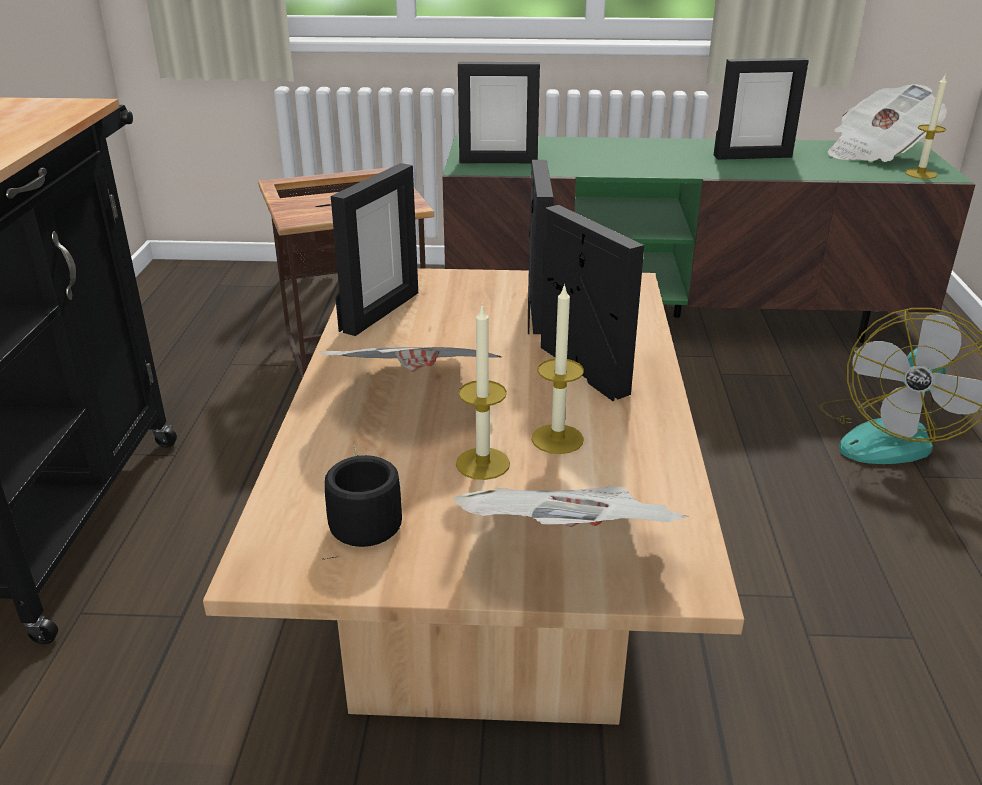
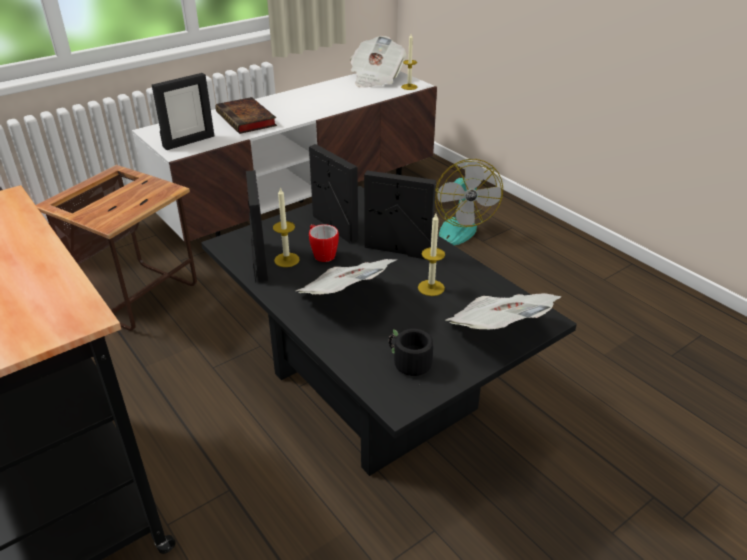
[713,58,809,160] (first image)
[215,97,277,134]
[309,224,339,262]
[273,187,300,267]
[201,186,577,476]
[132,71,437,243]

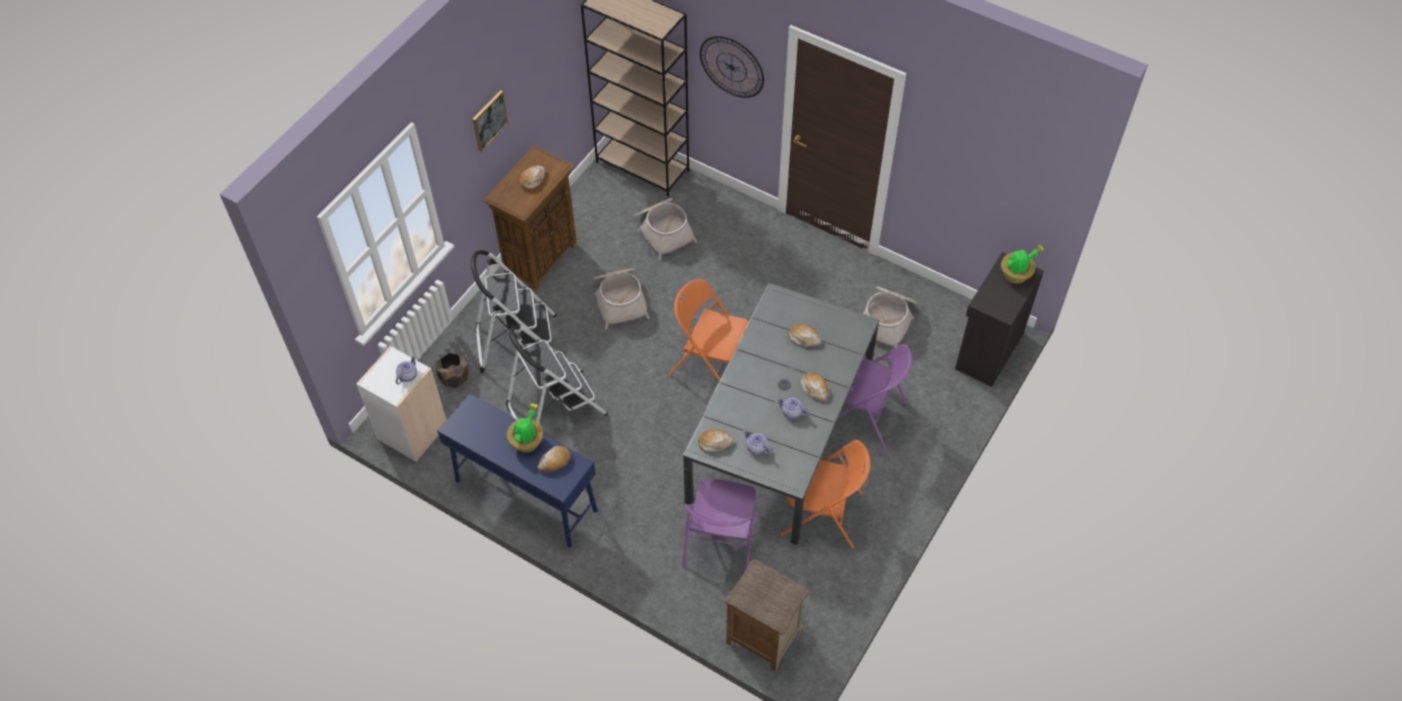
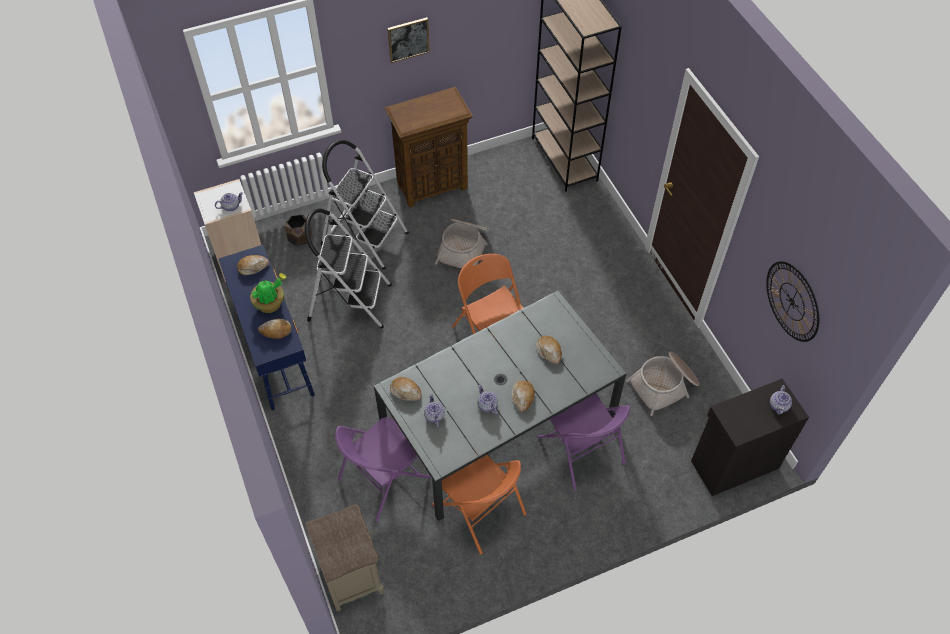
[634,198,697,260] (first image)
[237,255,269,275]
[766,261,819,342]
[770,385,792,415]

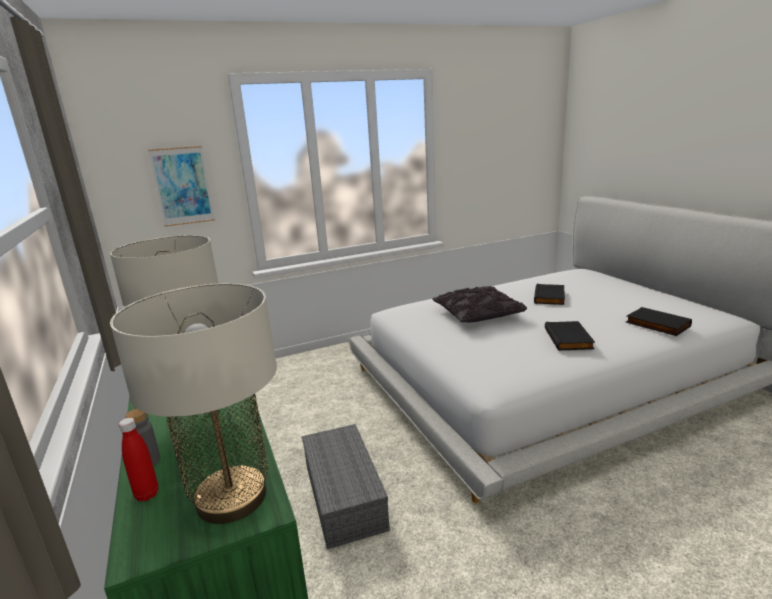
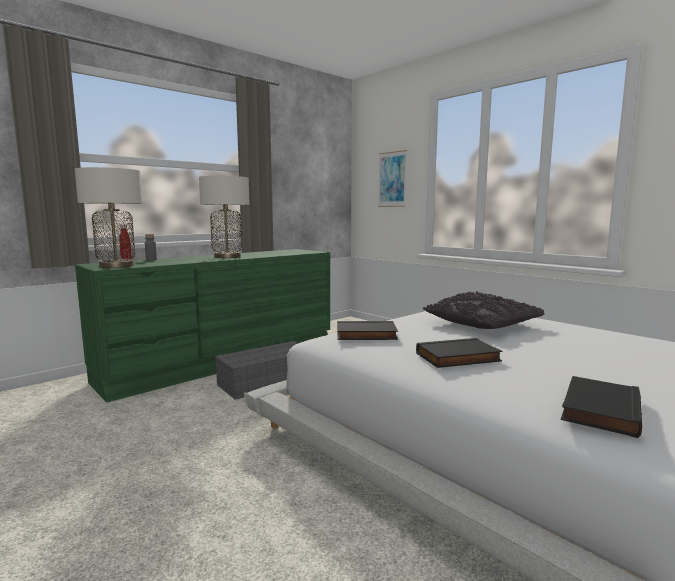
[337,321,398,340]

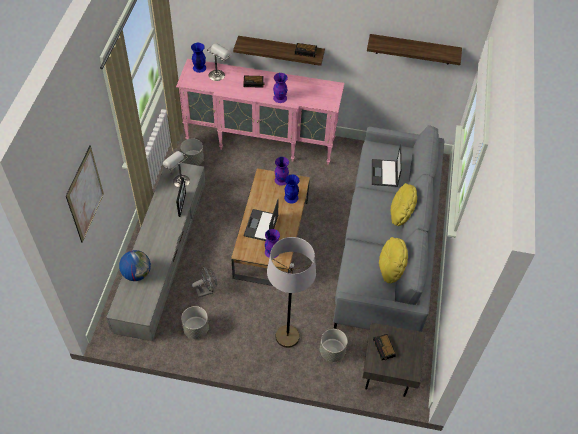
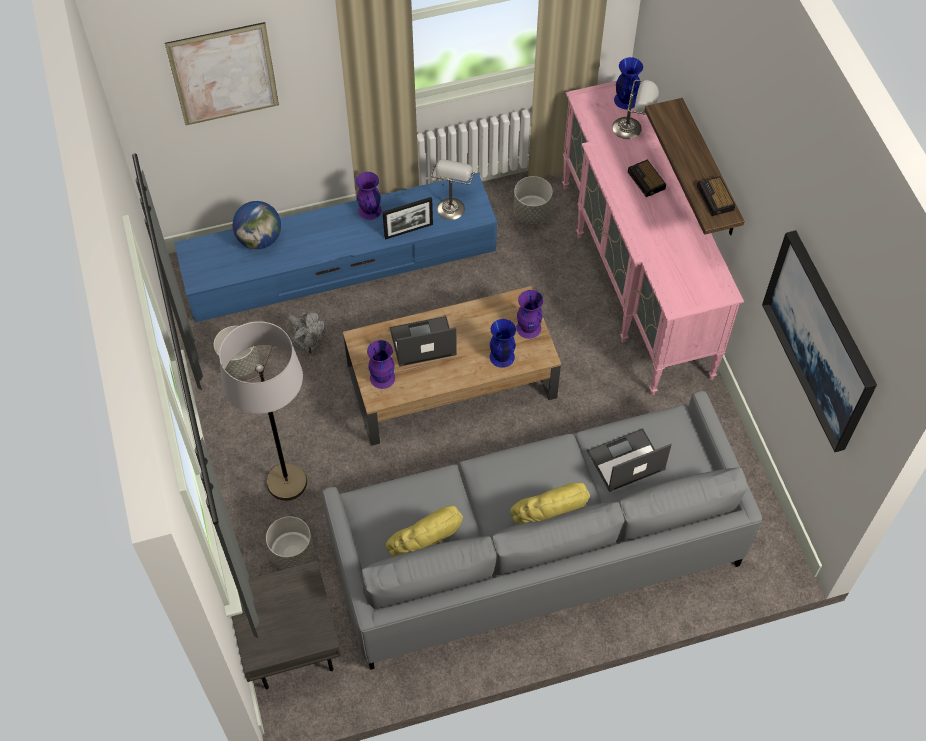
[373,334,396,360] (first image)
[356,172,382,220]
[762,230,877,452]
[174,173,498,322]

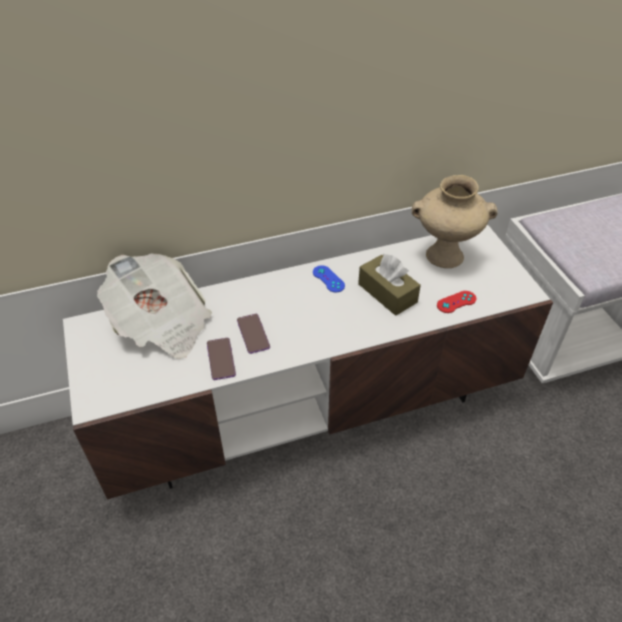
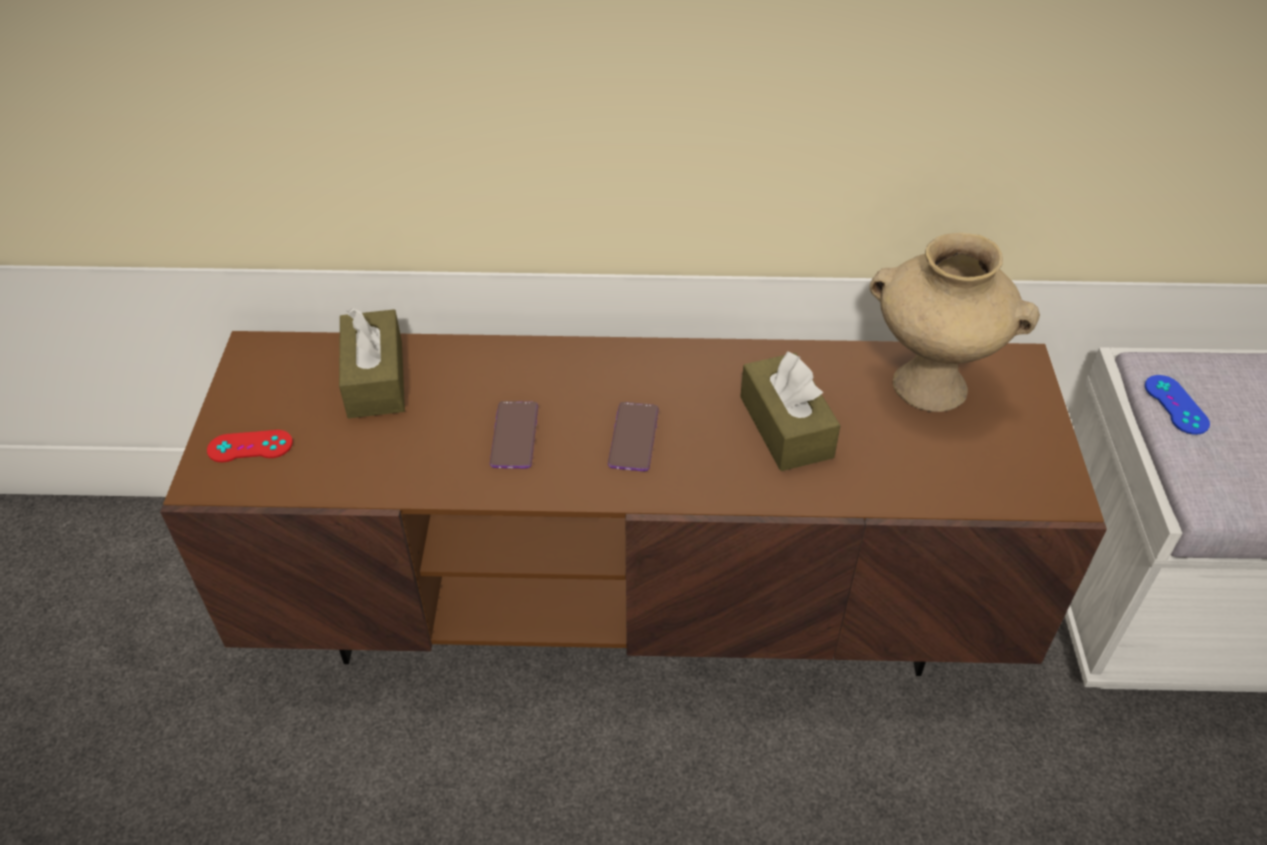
[608,402,659,471]
[1145,375,1210,435]
[207,430,293,462]
[339,308,405,418]
[160,331,1107,676]

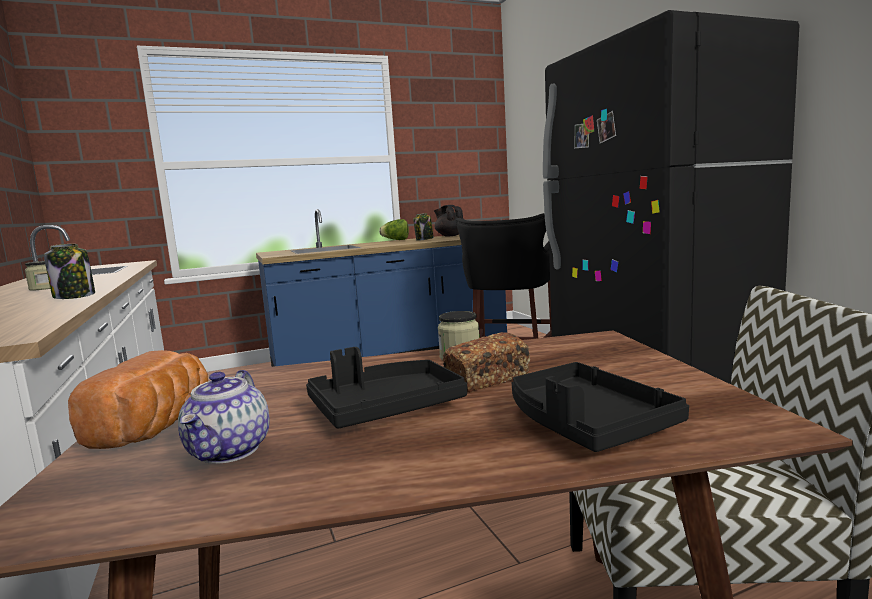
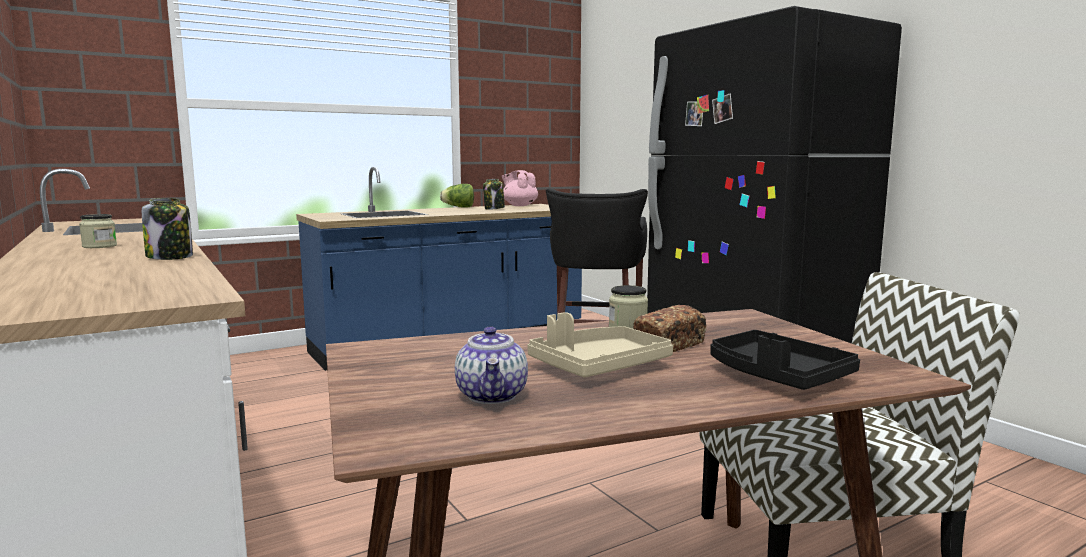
[68,350,208,449] (first image)
[527,312,673,378]
[502,170,538,206]

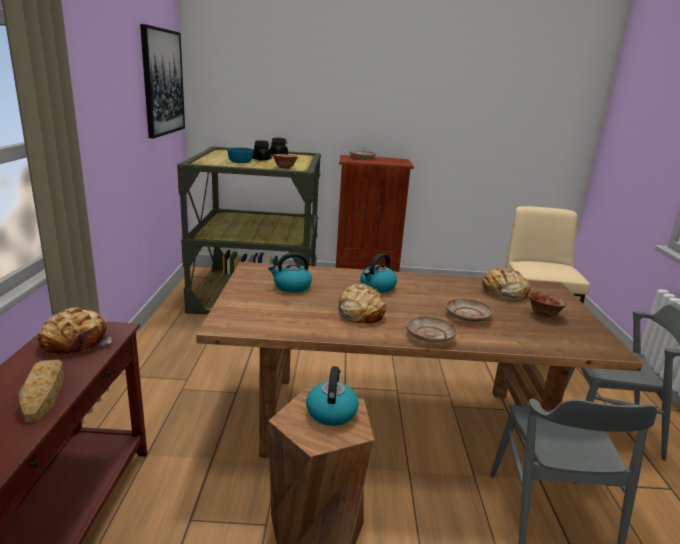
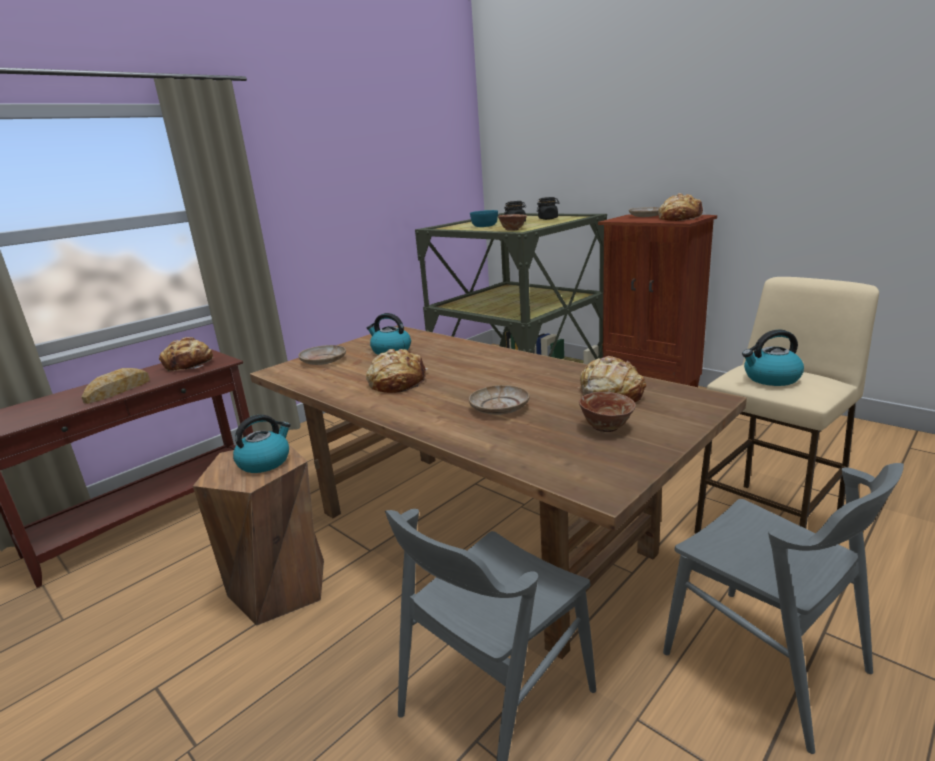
[140,24,185,139] (first image)
[658,193,706,221]
[742,330,804,386]
[298,345,346,365]

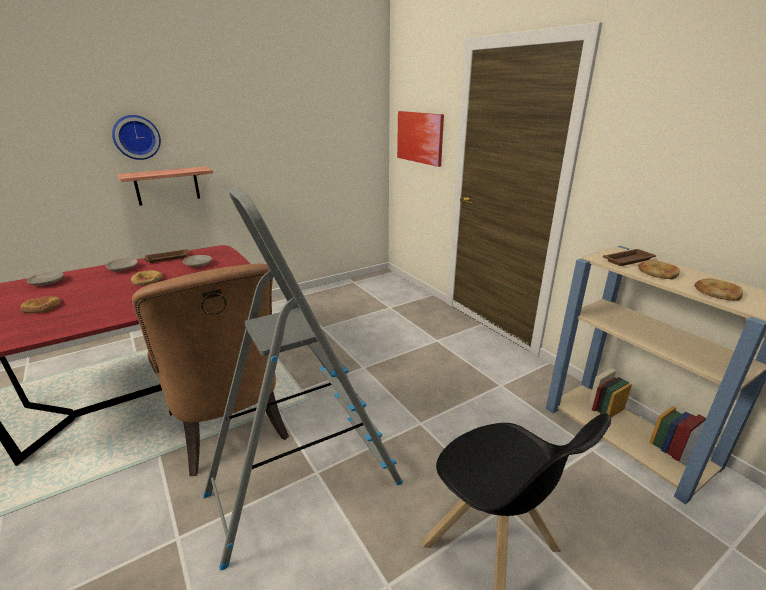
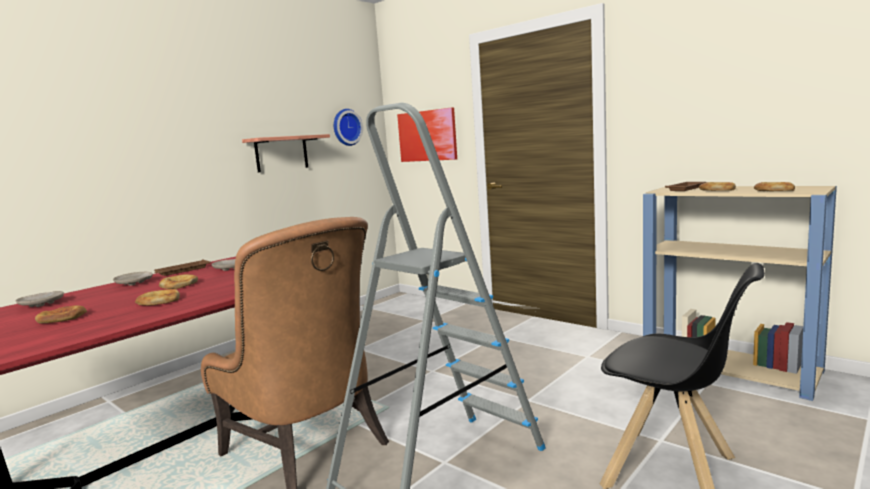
[135,289,180,305]
[334,109,363,146]
[242,134,330,172]

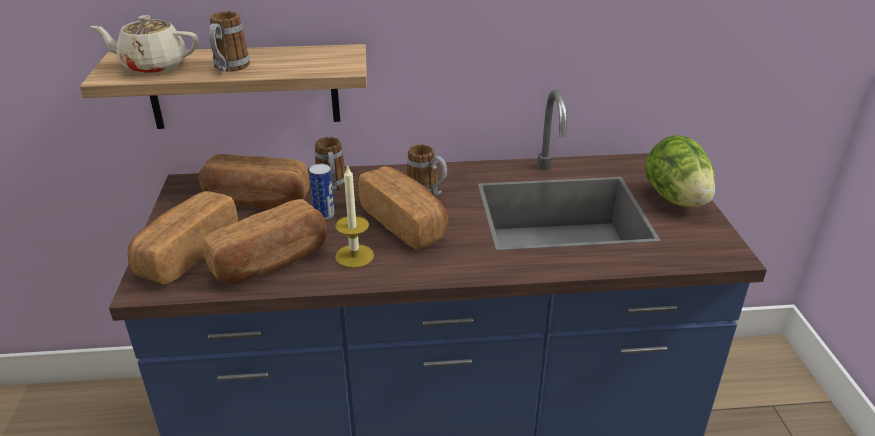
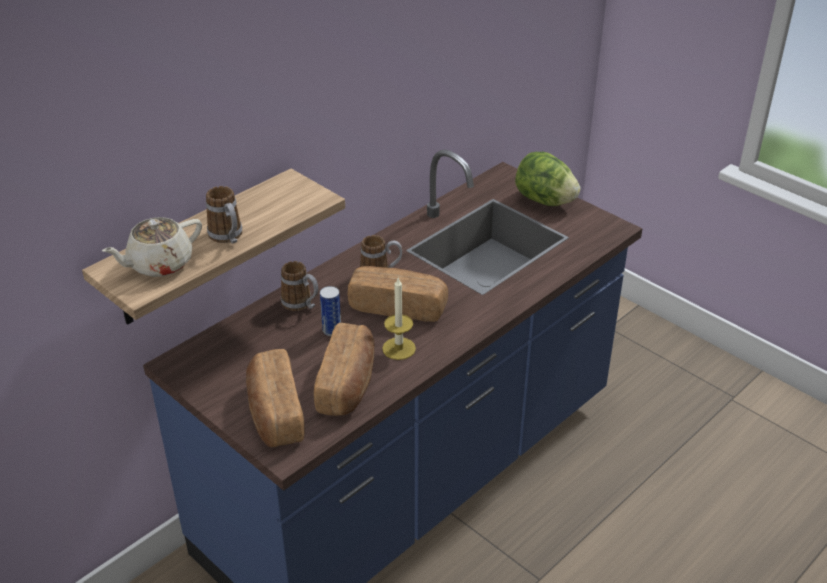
[199,154,310,209] (first image)

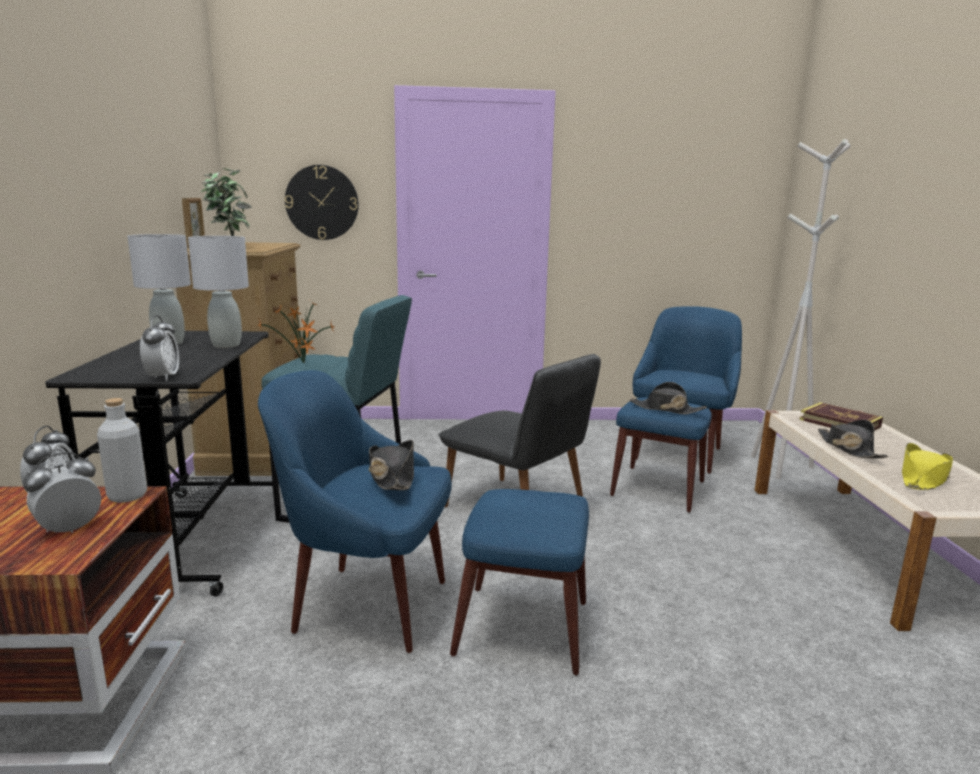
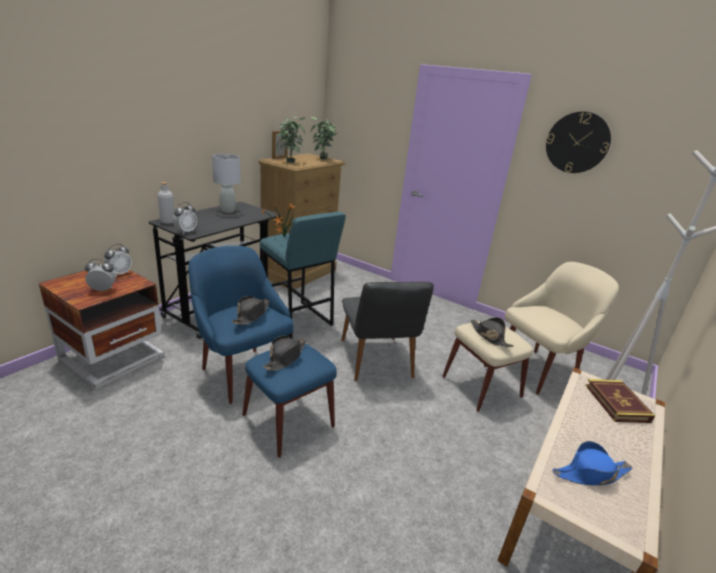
[188,236,249,348] (first image)
[311,117,337,159]
[158,182,175,224]
[546,112,611,173]
[264,335,306,370]
[443,262,619,412]
[552,441,633,485]

